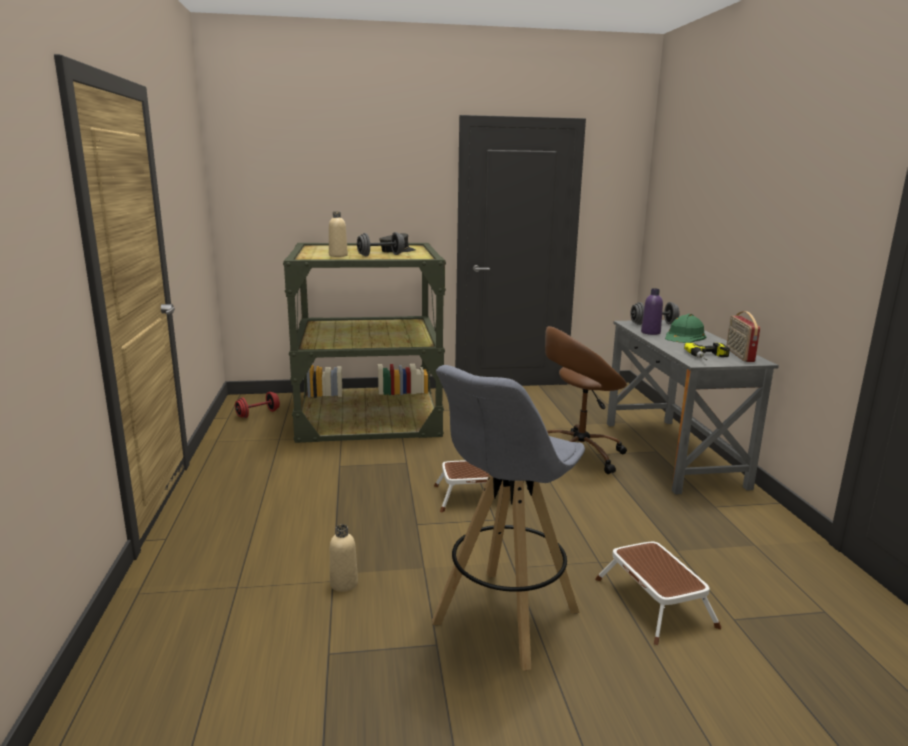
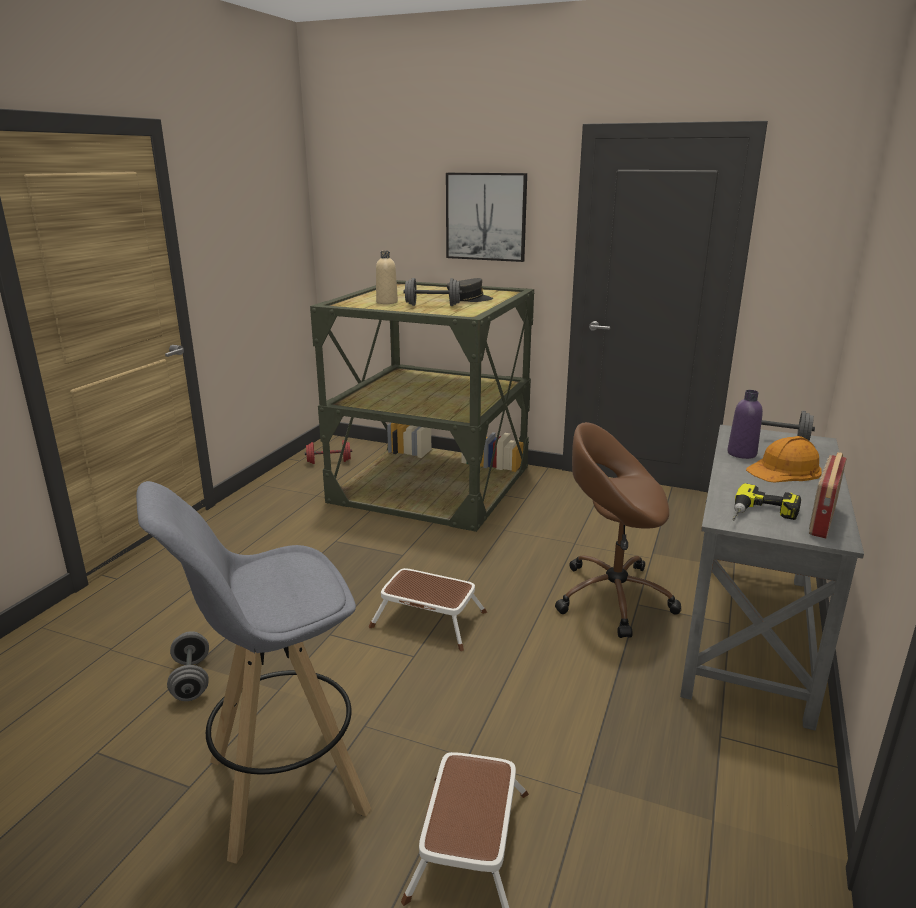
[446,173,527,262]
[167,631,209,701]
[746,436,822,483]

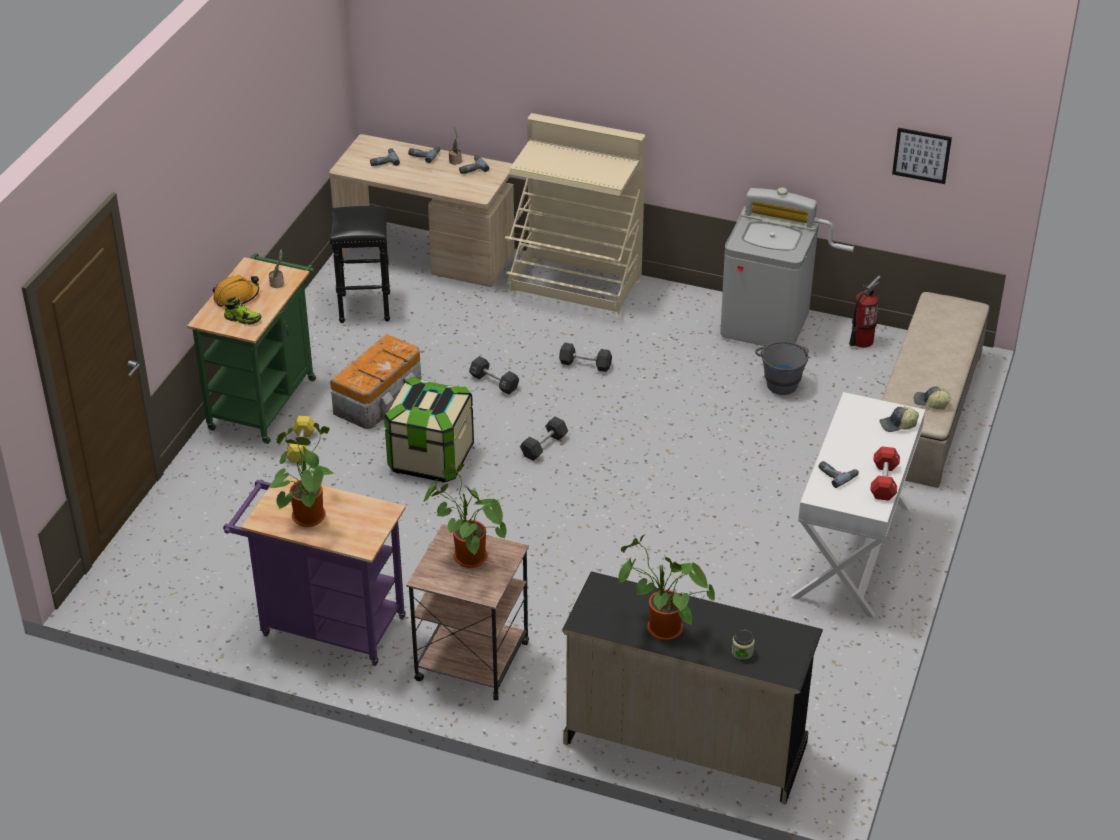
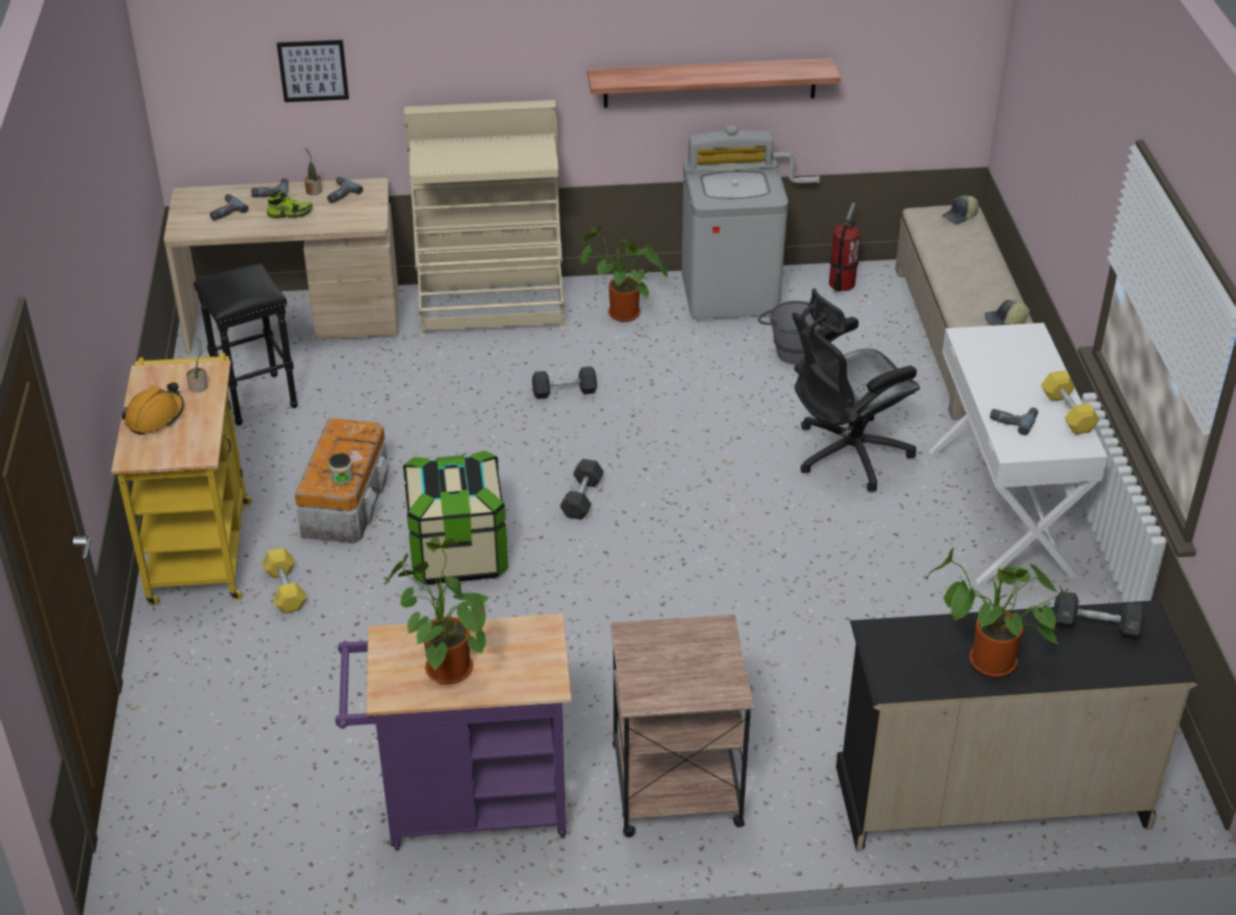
[587,58,841,108]
[792,288,920,492]
[267,189,313,219]
[581,225,668,322]
[1053,591,1145,640]
[329,453,353,485]
[942,196,978,224]
[277,40,349,102]
[111,353,251,606]
[1041,370,1099,435]

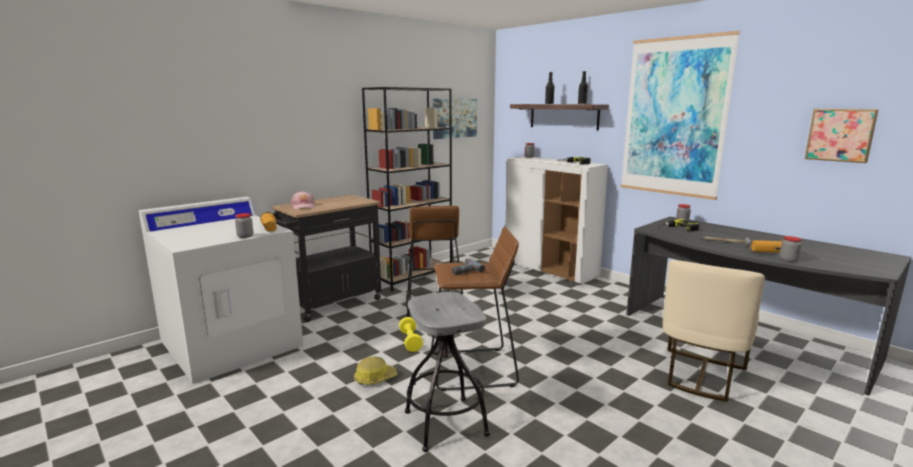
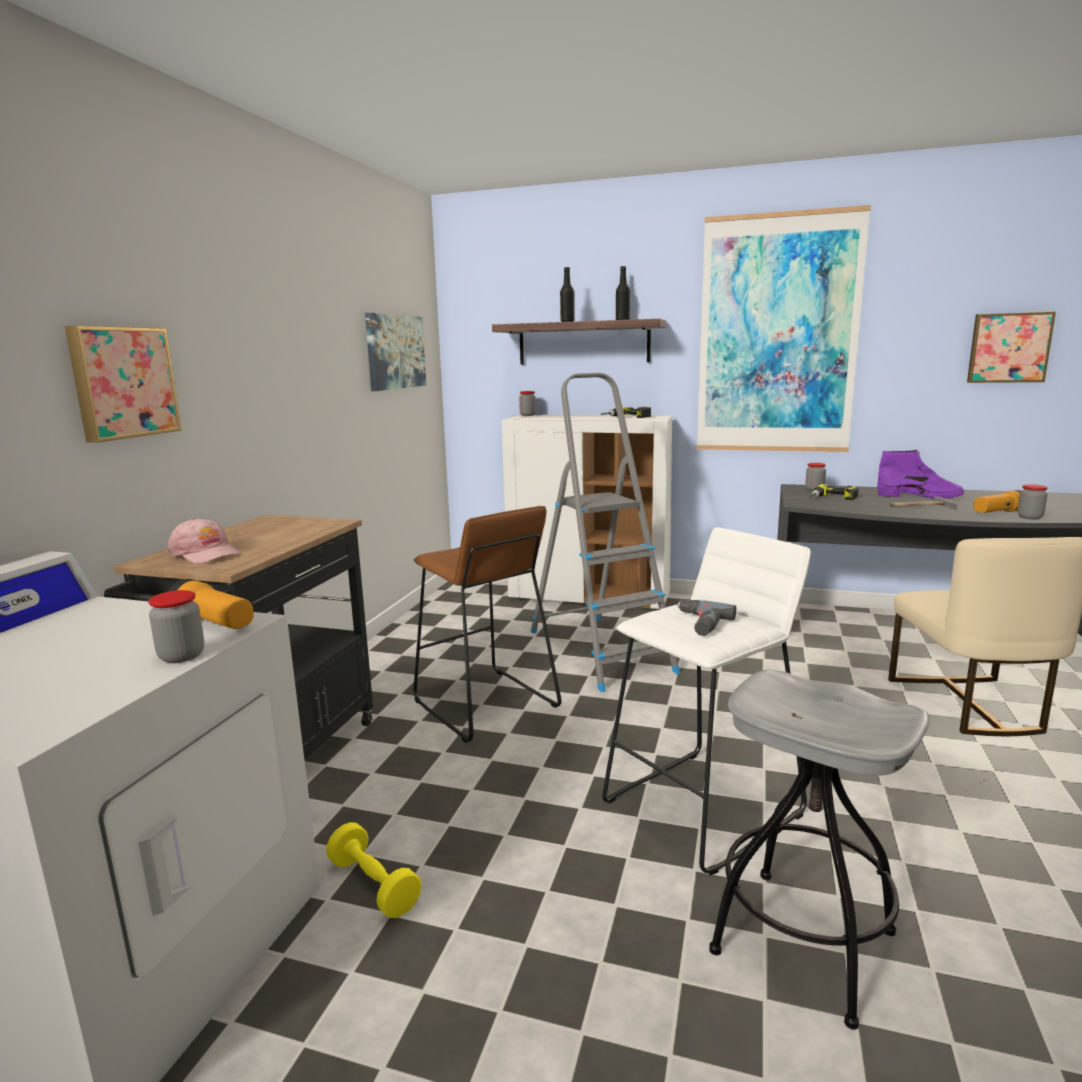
[354,356,397,385] (first image)
[362,87,452,291] (first image)
[65,326,182,443]
[531,373,680,692]
[877,450,964,499]
[326,822,422,918]
[602,527,811,875]

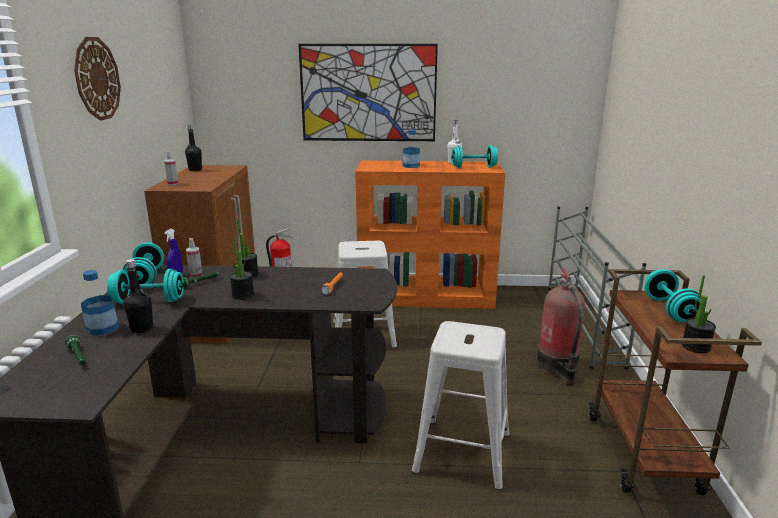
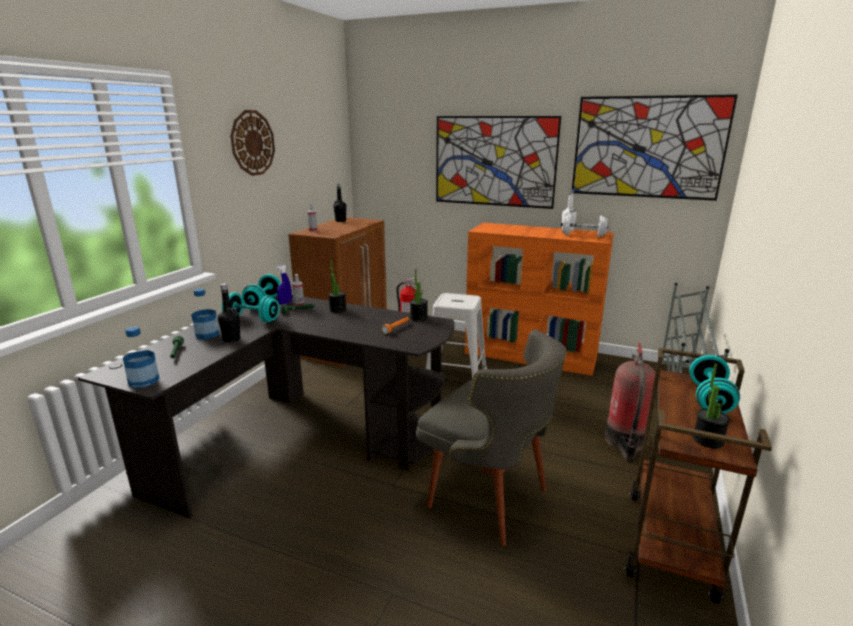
[572,94,738,201]
[410,269,428,321]
[123,327,160,388]
[416,330,567,547]
[561,214,609,237]

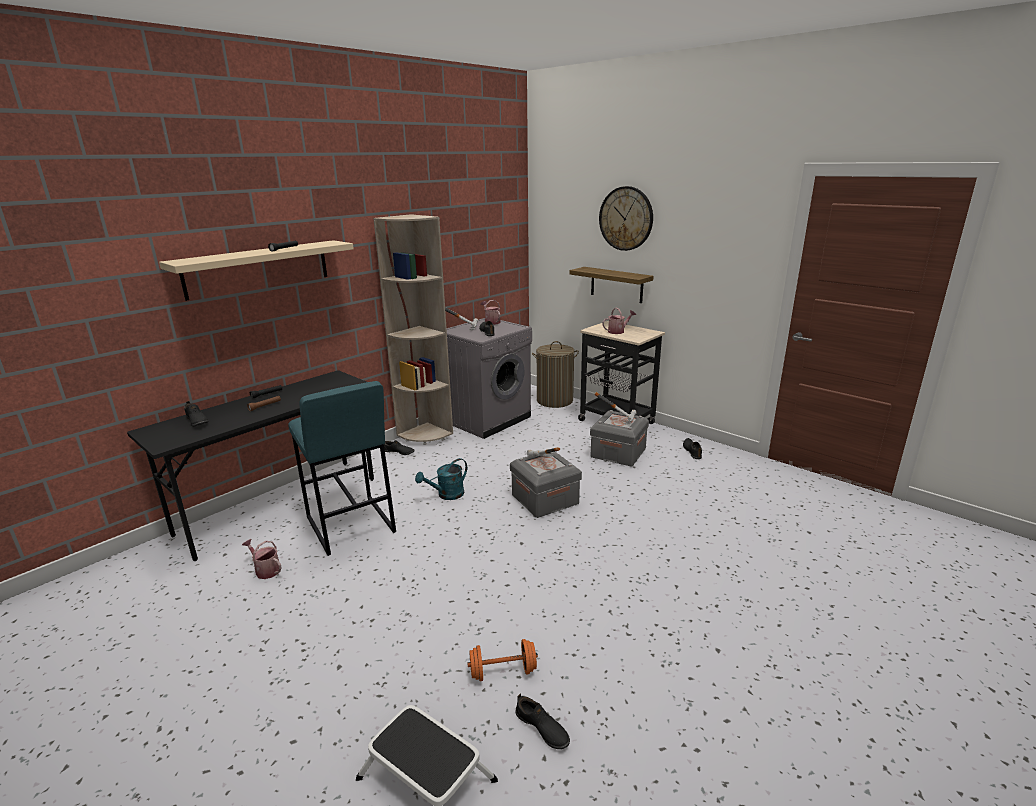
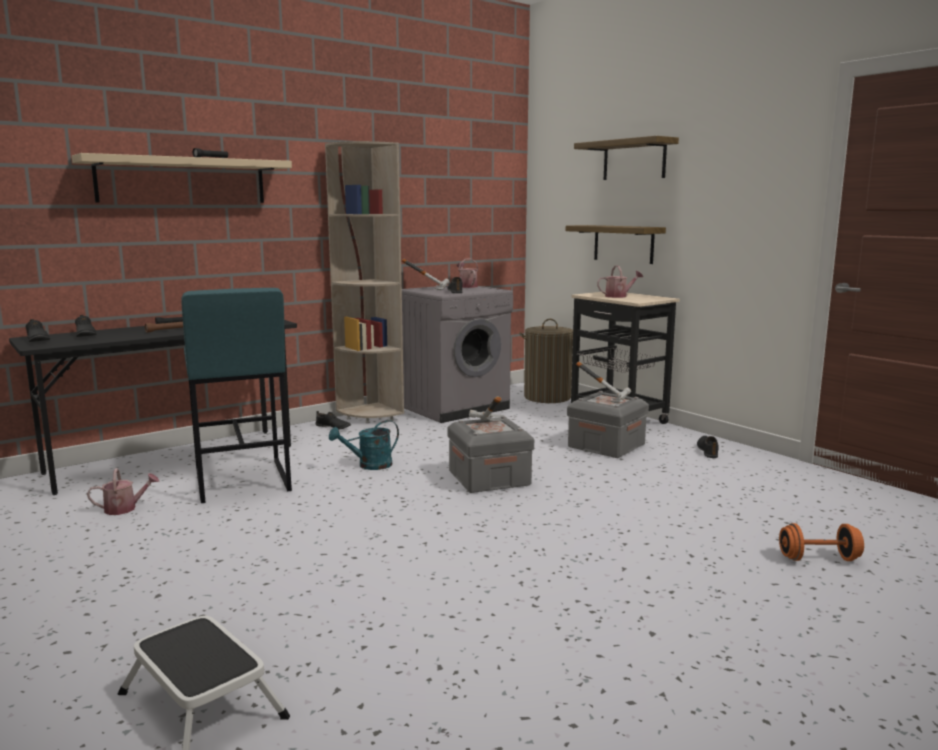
[779,523,864,561]
[26,319,50,342]
[574,136,679,180]
[87,468,160,515]

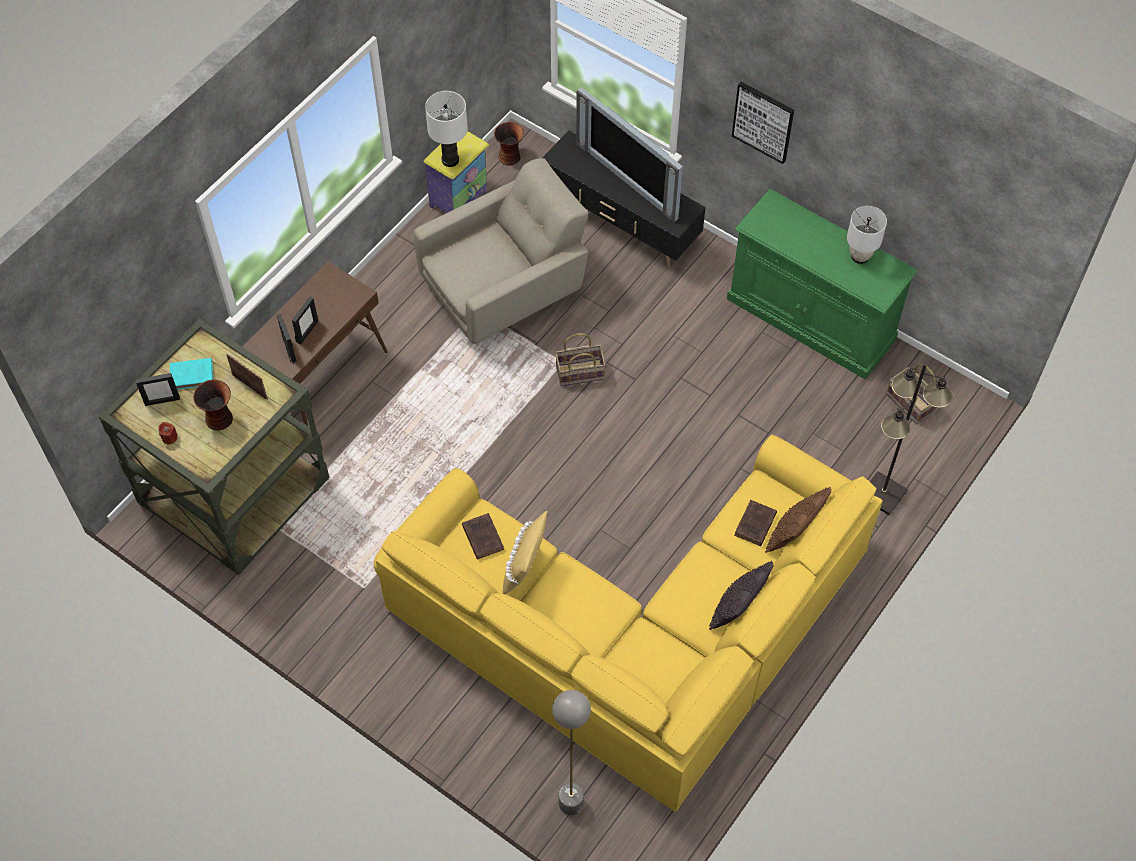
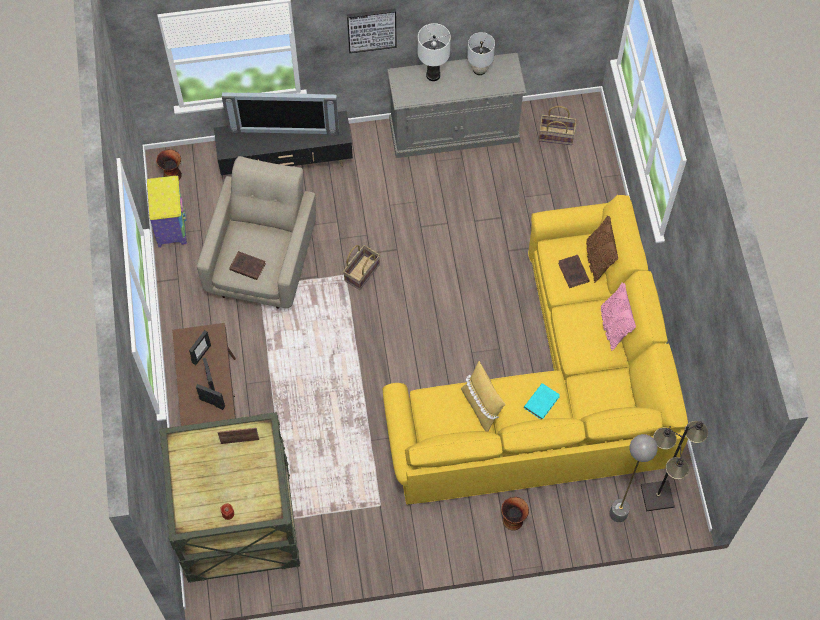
[189,330,211,365]
[524,383,560,419]
[501,497,529,531]
[418,23,451,81]
[229,251,266,280]
[641,421,708,511]
[601,282,636,351]
[387,53,527,158]

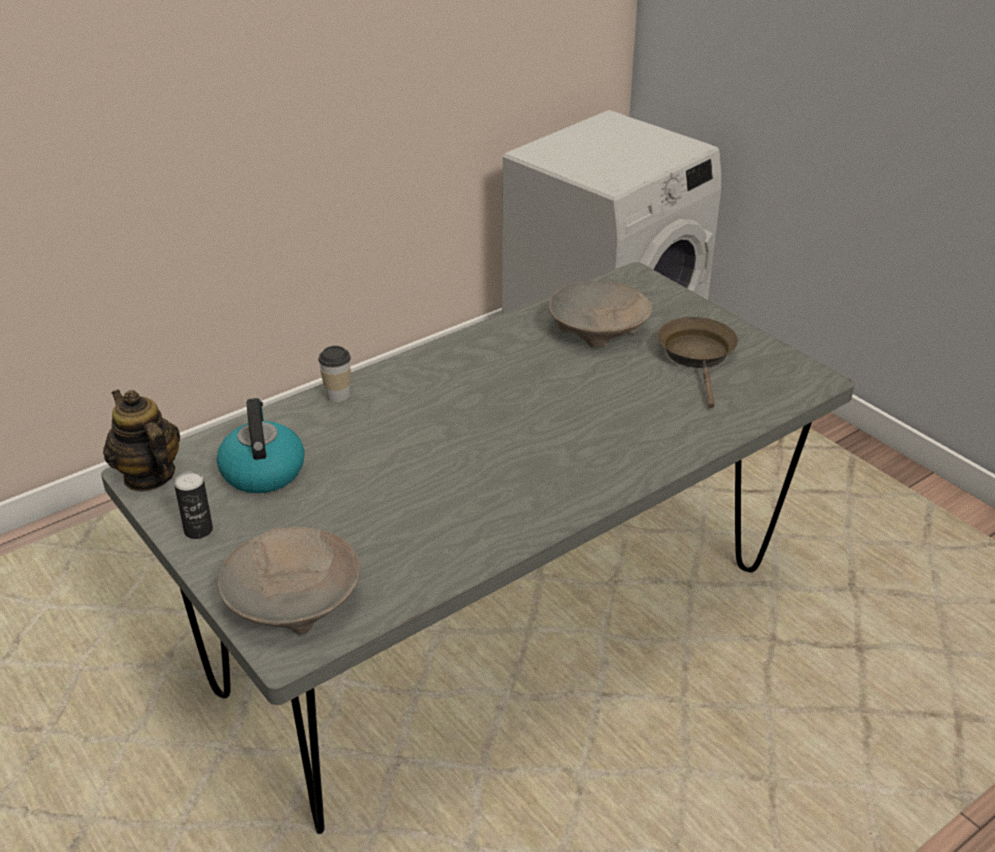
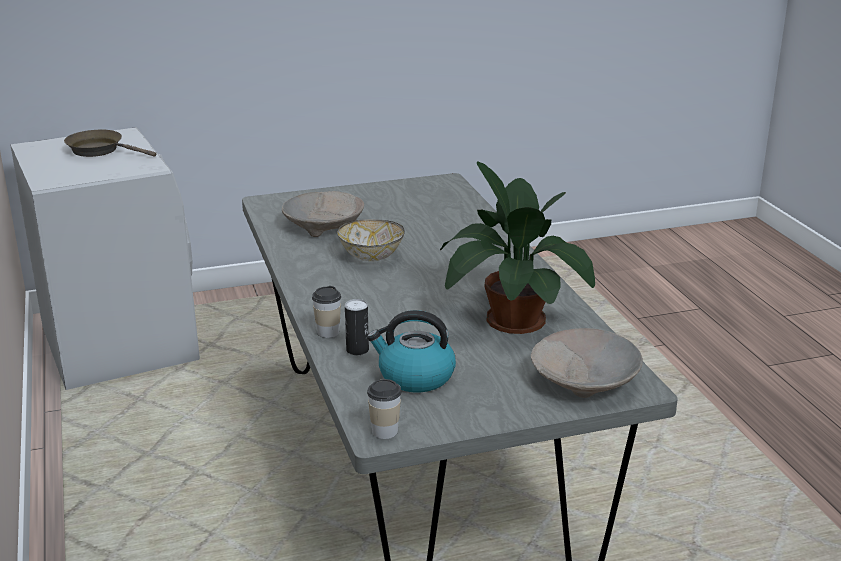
[337,219,405,261]
[440,161,595,334]
[345,299,369,355]
[64,130,156,157]
[367,379,401,439]

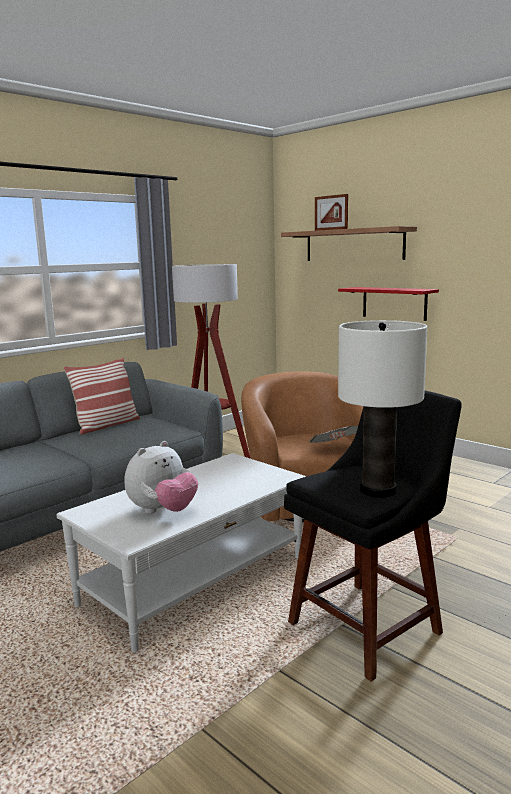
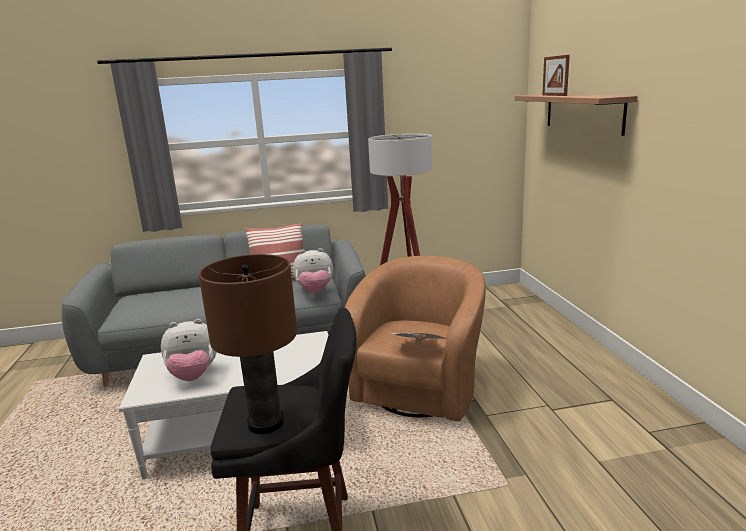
[338,287,439,321] (first image)
[293,248,333,293]
[199,254,297,434]

